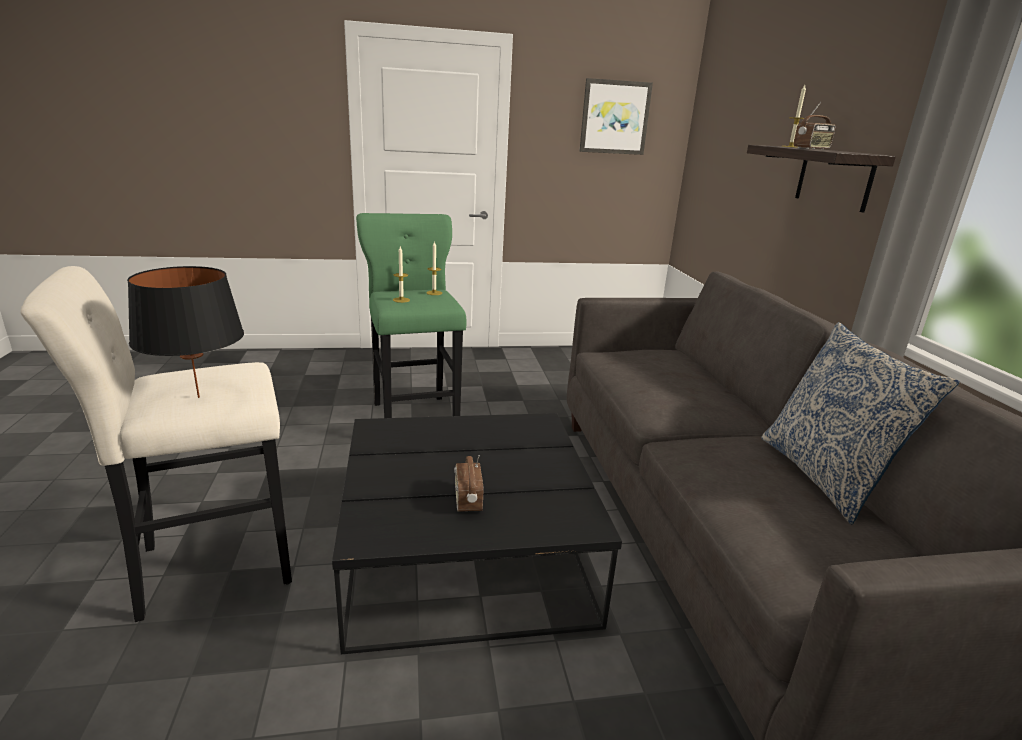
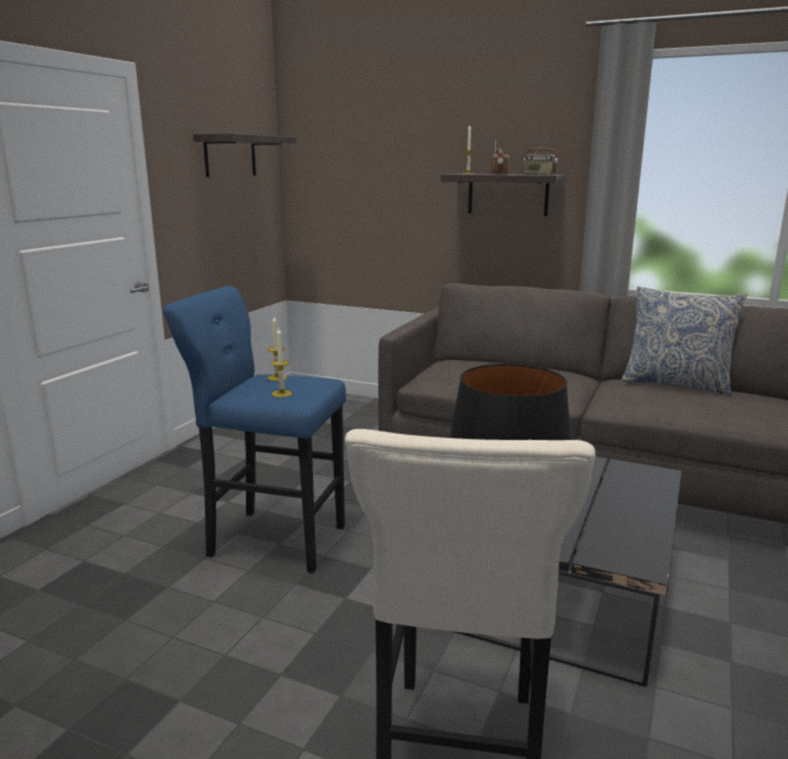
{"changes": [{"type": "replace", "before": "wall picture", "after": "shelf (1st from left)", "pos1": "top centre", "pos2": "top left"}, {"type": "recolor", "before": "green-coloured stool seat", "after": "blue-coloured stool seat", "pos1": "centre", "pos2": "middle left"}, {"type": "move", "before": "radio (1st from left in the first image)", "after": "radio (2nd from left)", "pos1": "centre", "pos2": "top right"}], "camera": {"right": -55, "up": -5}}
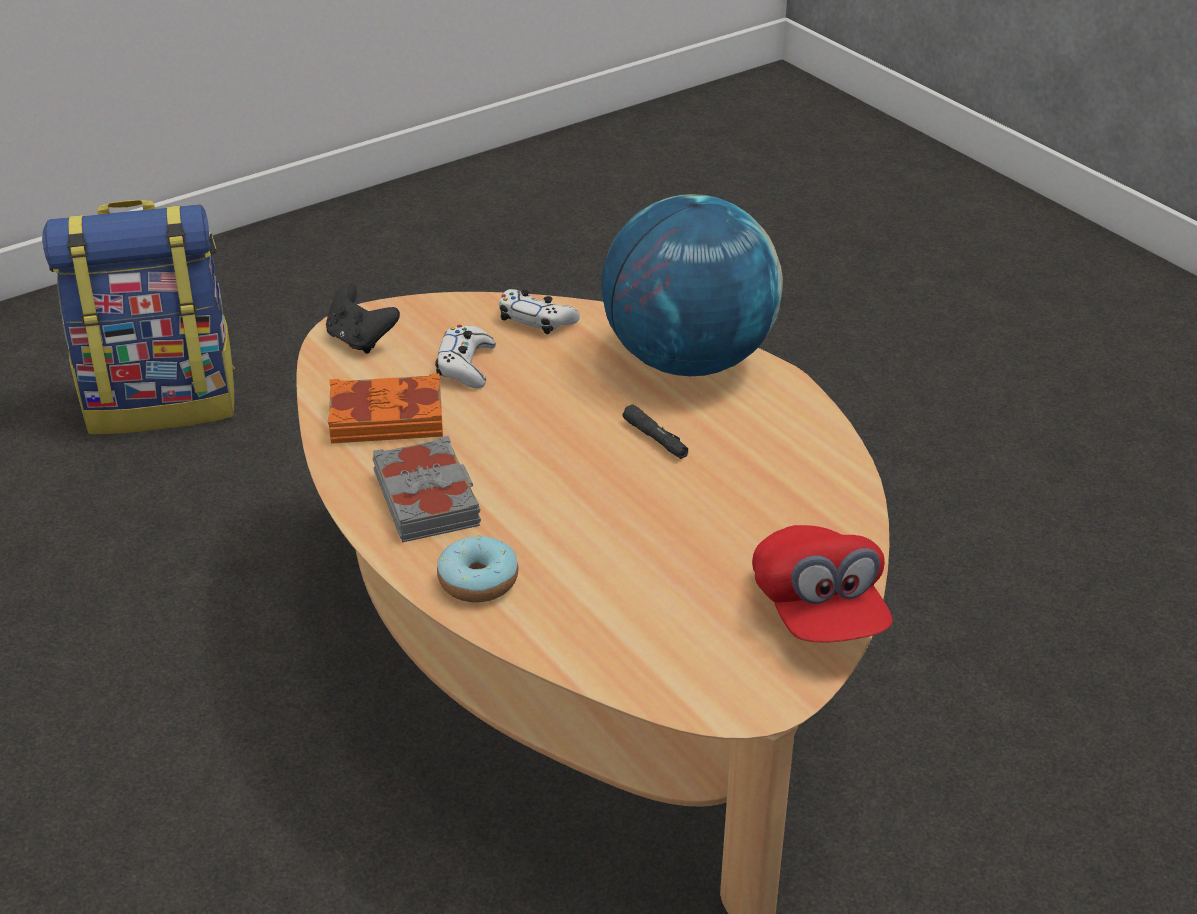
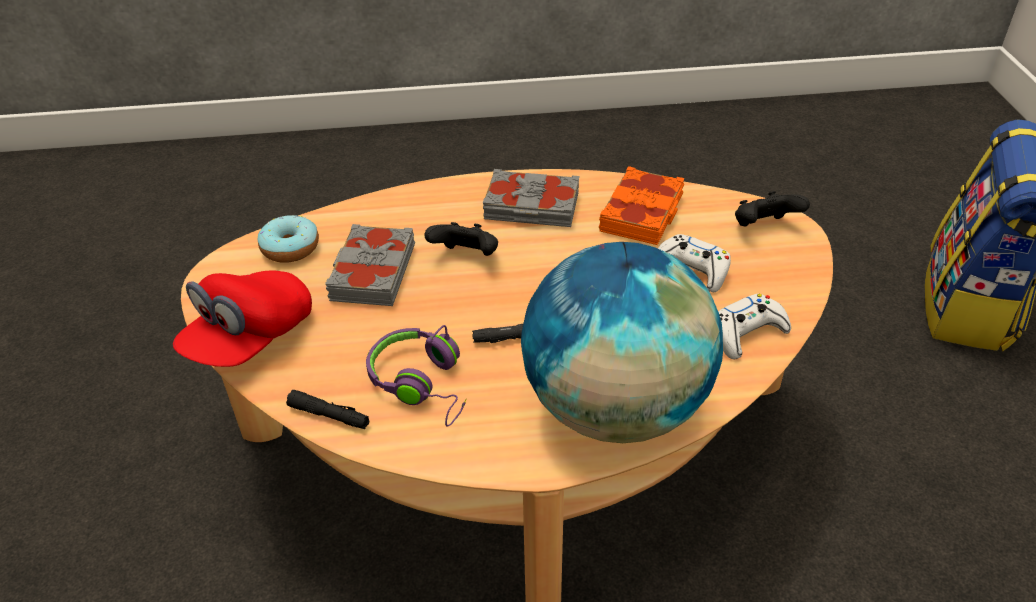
{"changes": [{"type": "rotate", "before": "reddish baseball cap", "pos1": "middle right", "pos2": "middle left", "turn": -75}, {"type": "move", "before": "donut", "pos1": "centre", "pos2": "middle left"}, {"type": "insert", "after": "blackish gamepad (1st from left)", "pos2": "centre"}, {"type": "insert", "after": "gray volume (1st from left)", "pos2": "centre"}, {"type": "insert", "after": "purple headphones", "pos2": "centre"}, {"type": "insert", "after": "blackish hand torch (1st from left)", "pos2": "bottom left"}], "camera": {"right": 120, "up": 5}}
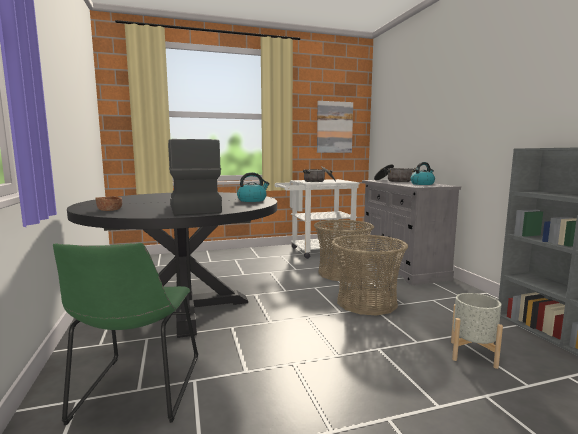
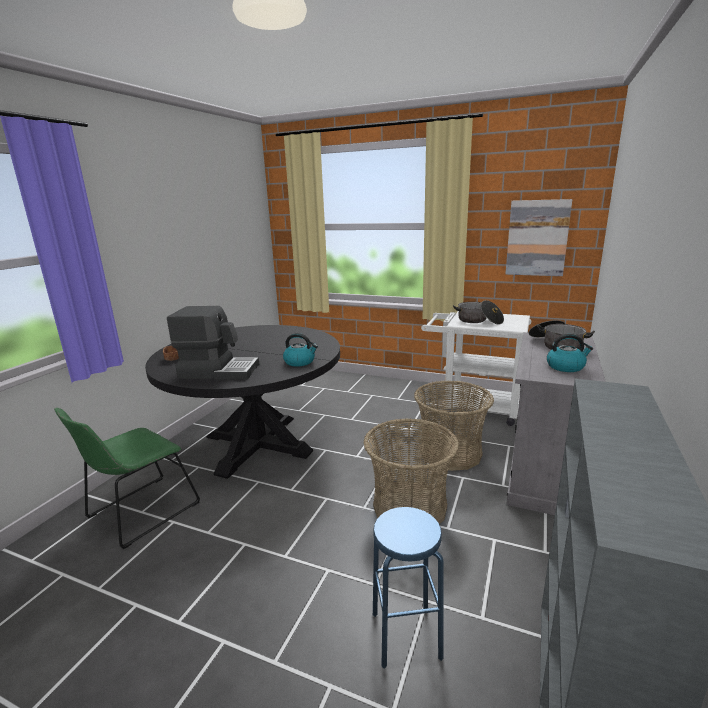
{"changes": [{"type": "rotate", "before": "coffee machine", "pos1": "centre", "pos2": "middle left", "turn": 75}, {"type": "replace", "before": "gray flower pot", "after": "blue-coloured stool seat", "pos1": "bottom right", "pos2": "bottom centre"}], "camera": {"right": 40, "up": 10}}
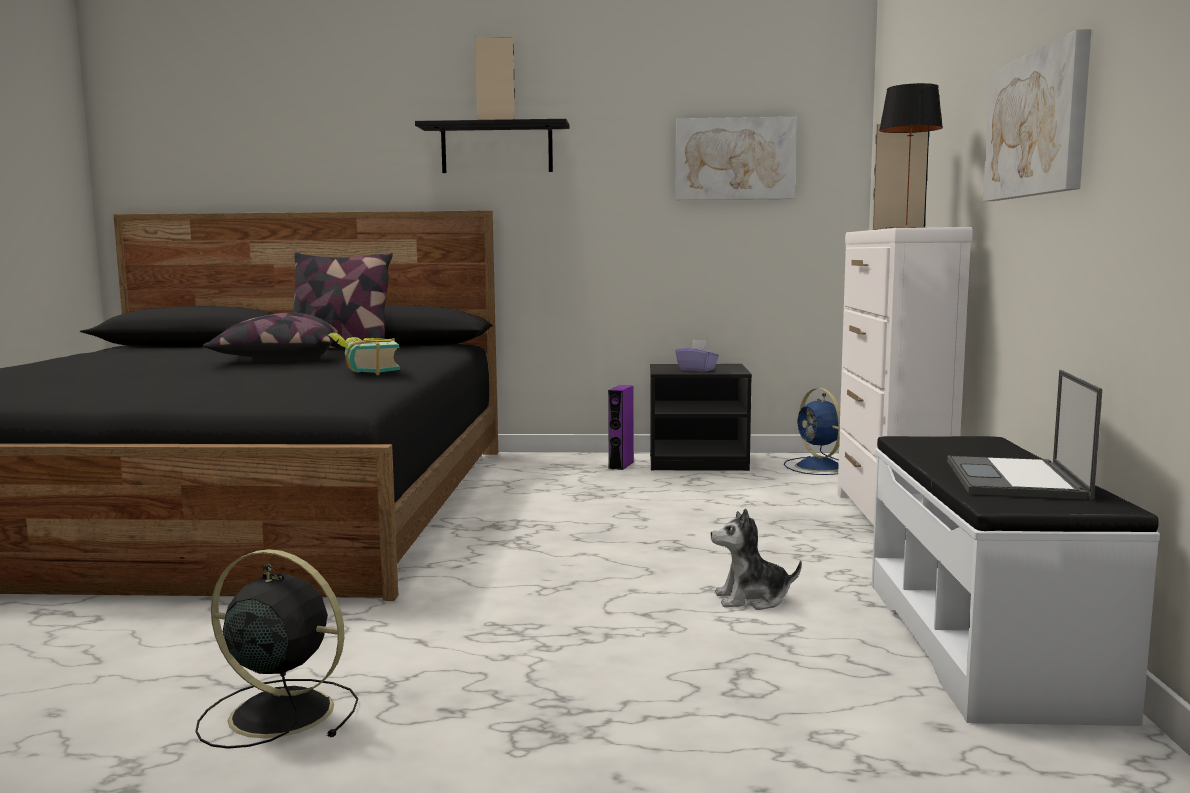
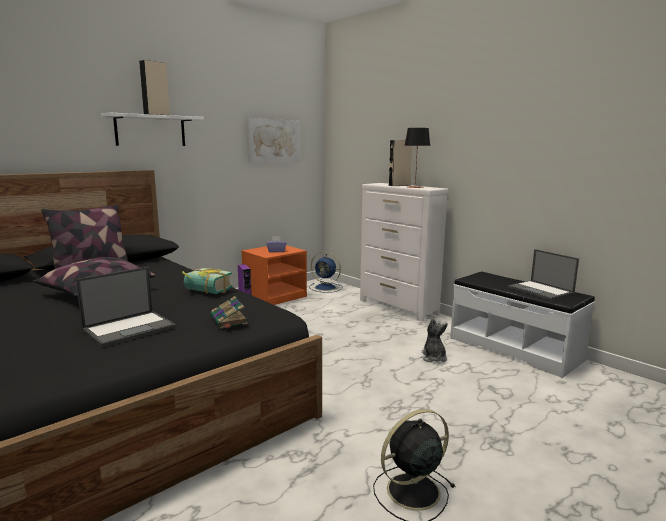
{"changes": [{"type": "delete", "before": "wall picture (2nd from left)", "pos1": "top right"}, {"type": "recolor", "before": "blackish shelf", "after": "white-coloured shelf", "pos1": "top centre", "pos2": "top left"}, {"type": "recolor", "before": "blackish bedside table", "after": "orange bedside table", "pos1": "centre", "pos2": "centre"}, {"type": "rotate", "before": "cuddly toy", "pos1": "bottom centre", "pos2": "centre", "turn": 135}, {"type": "insert", "after": "portable computer (1st from left)", "pos2": "middle left"}, {"type": "insert", "after": "volume (2nd from left)", "pos2": "centre"}], "camera": {"right": -45, "up": 5}}
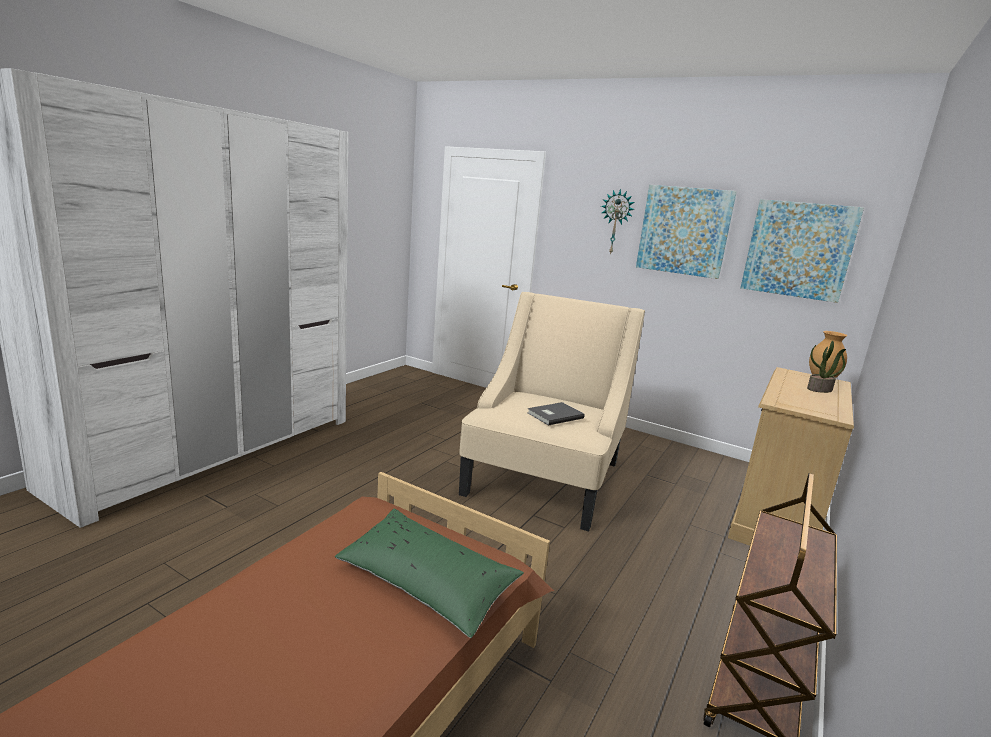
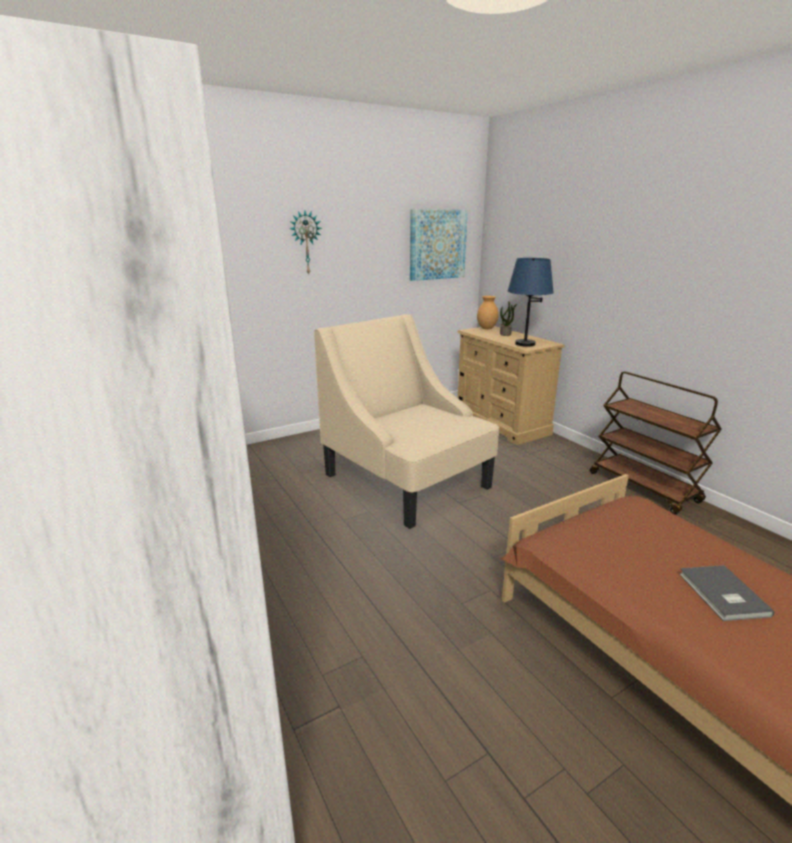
{"changes": [{"type": "delete", "before": "wall picture (1st from left)", "pos1": "top right"}, {"type": "move", "before": "gray volume", "pos1": "centre", "pos2": "bottom right"}, {"type": "delete", "before": "green-coloured pillow", "pos1": "bottom centre"}, {"type": "insert", "after": "blue-coloured table lamp", "pos2": "middle right"}], "camera": {"right": -60, "up": 5}}
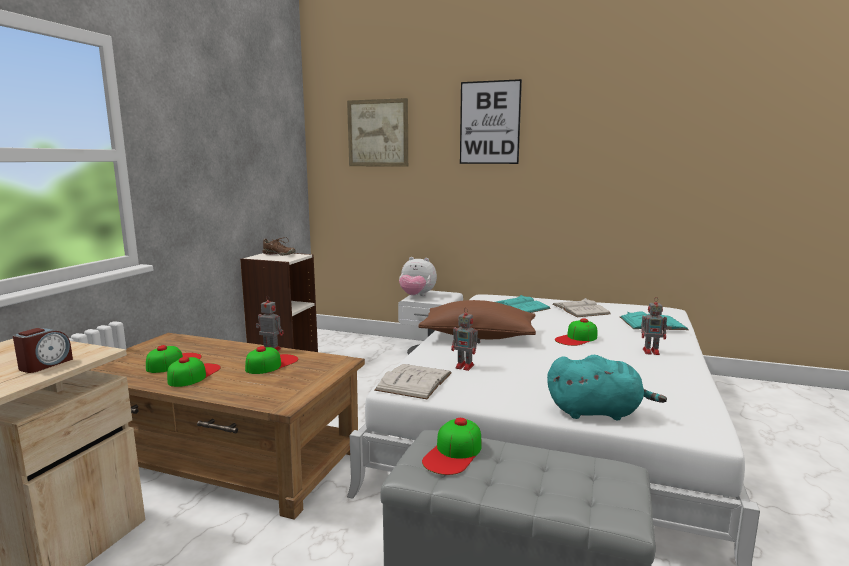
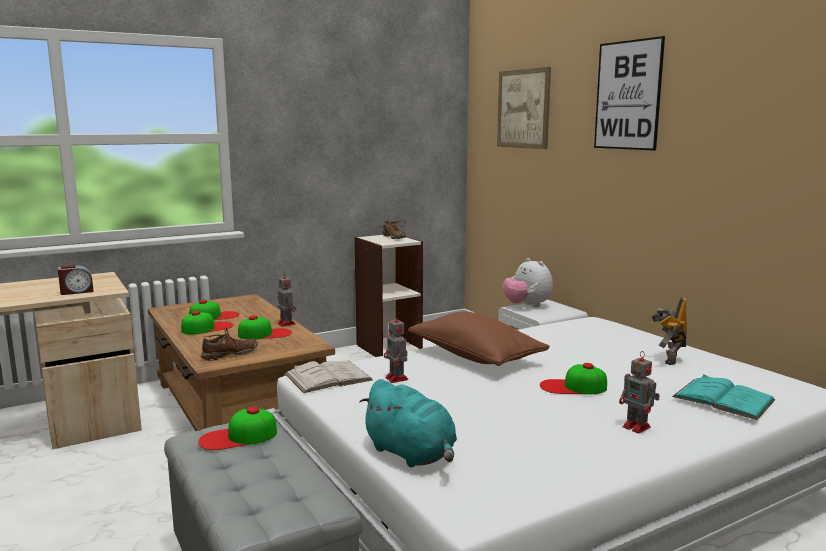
{"changes": [{"type": "delete", "before": "turquoise-coloured volume (1st from left)", "pos1": "centre"}, {"type": "replace", "before": "white-coloured volume (2nd from left)", "after": "model robot (4th from left)", "pos1": "middle right", "pos2": "middle right"}, {"type": "insert", "after": "brown-coloured low shoe (1st from left)", "pos2": "middle left"}], "camera": {"right": 40, "up": 0}}
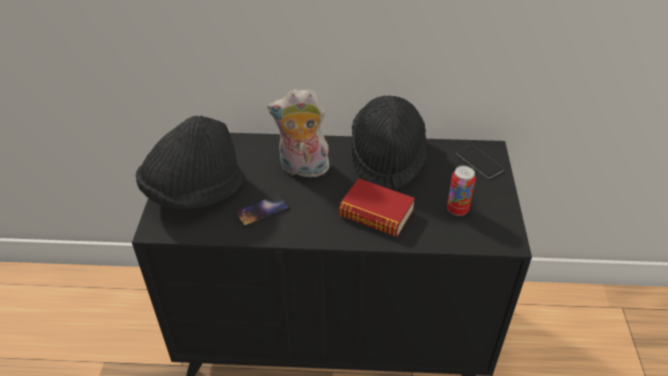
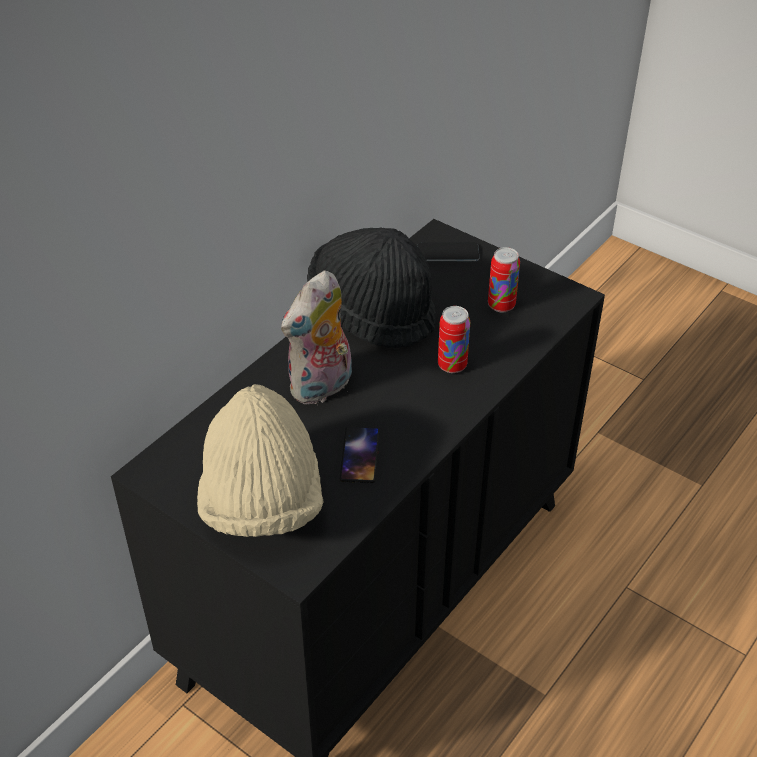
{"changes": [{"type": "recolor", "before": "blackish hat (1st from left)", "after": "sand-coloured hat", "pos1": "middle left", "pos2": "centre"}, {"type": "replace", "before": "volume", "after": "metal can (1st from left)", "pos1": "centre", "pos2": "centre"}], "camera": {"right": -55, "up": 0}}
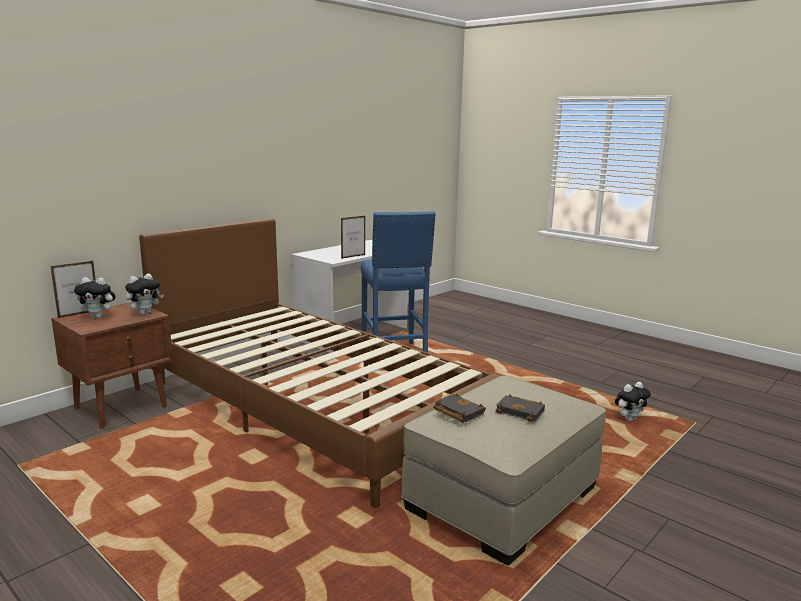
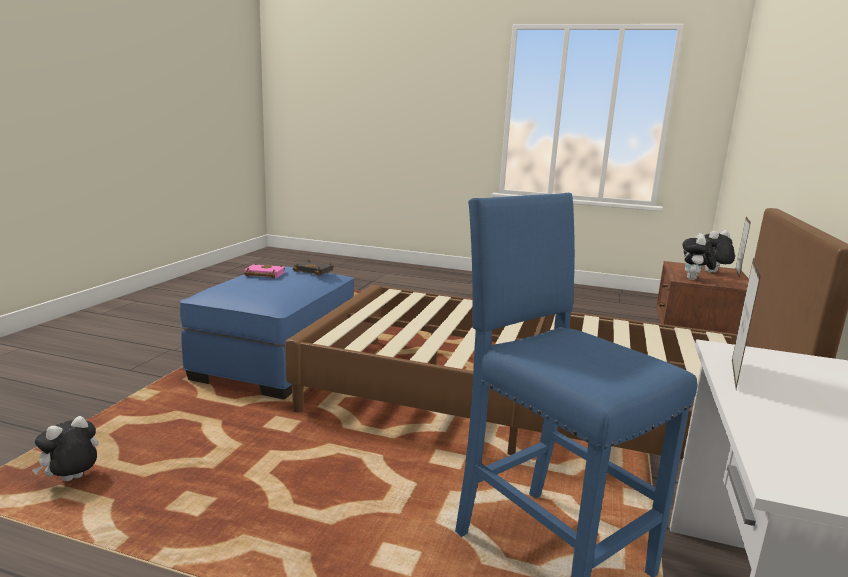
{"changes": [{"type": "recolor", "before": "sand-coloured footrest", "after": "blue-coloured footrest", "pos1": "bottom centre", "pos2": "middle left"}, {"type": "recolor", "before": "blackish volume (2nd from left)", "after": "pinkish volume", "pos1": "bottom centre", "pos2": "middle left"}], "camera": {"right": 155, "up": 0}}
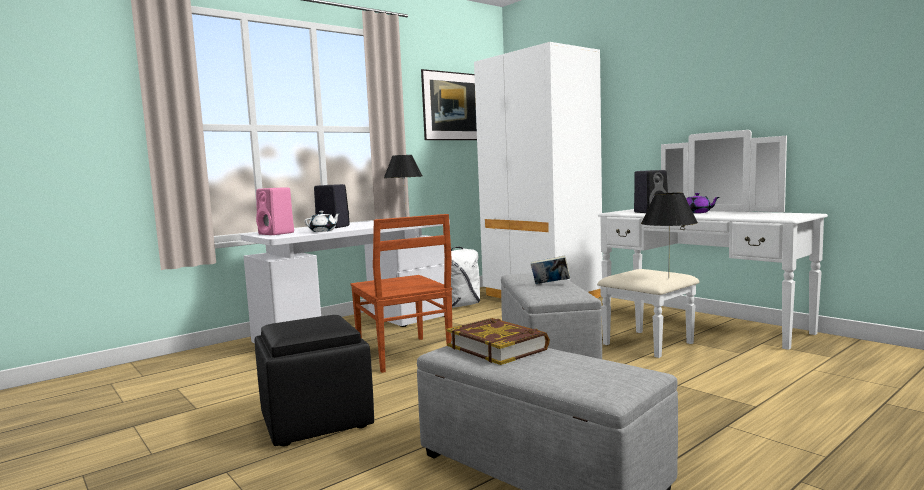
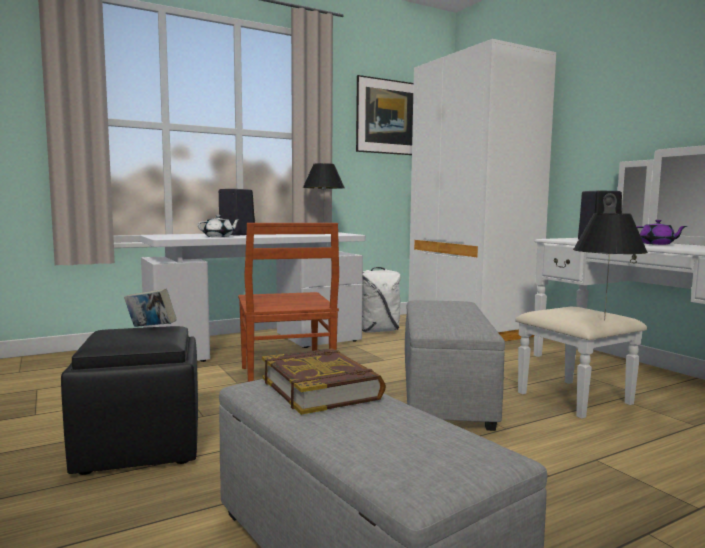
{"changes": [{"type": "delete", "before": "pinkish speaker", "pos1": "middle left"}, {"type": "move", "before": "volume (2nd from left in the first image)", "after": "volume (1st from left)", "pos1": "centre", "pos2": "middle left"}], "camera": {"right": 10, "up": 0}}
